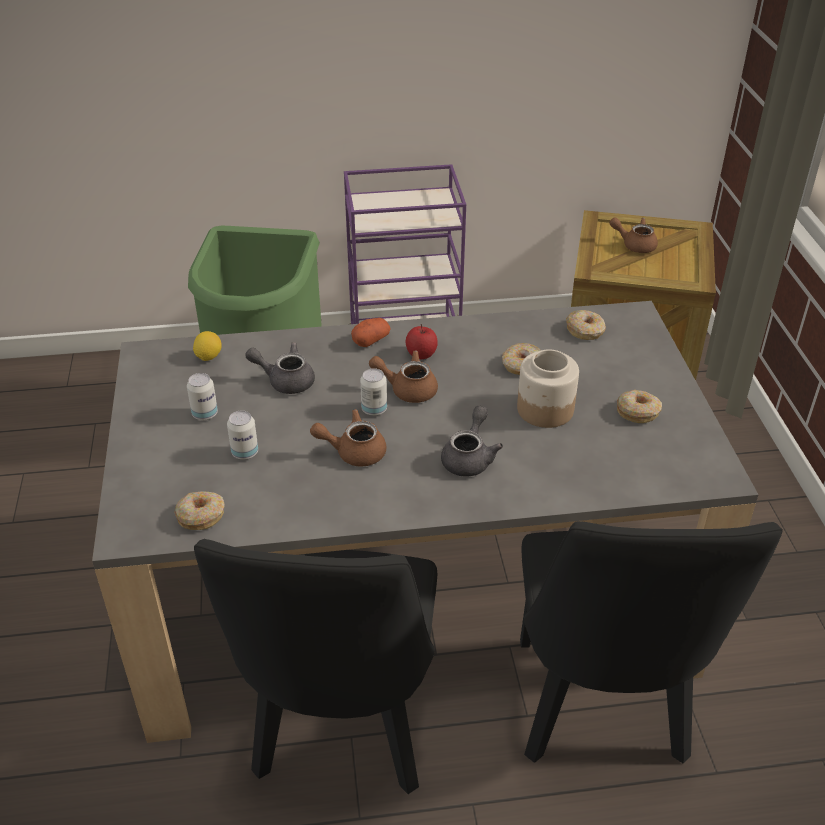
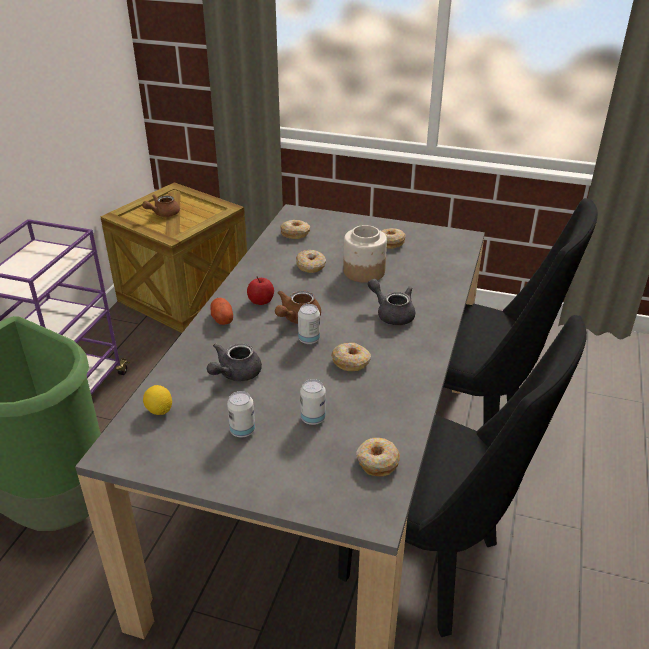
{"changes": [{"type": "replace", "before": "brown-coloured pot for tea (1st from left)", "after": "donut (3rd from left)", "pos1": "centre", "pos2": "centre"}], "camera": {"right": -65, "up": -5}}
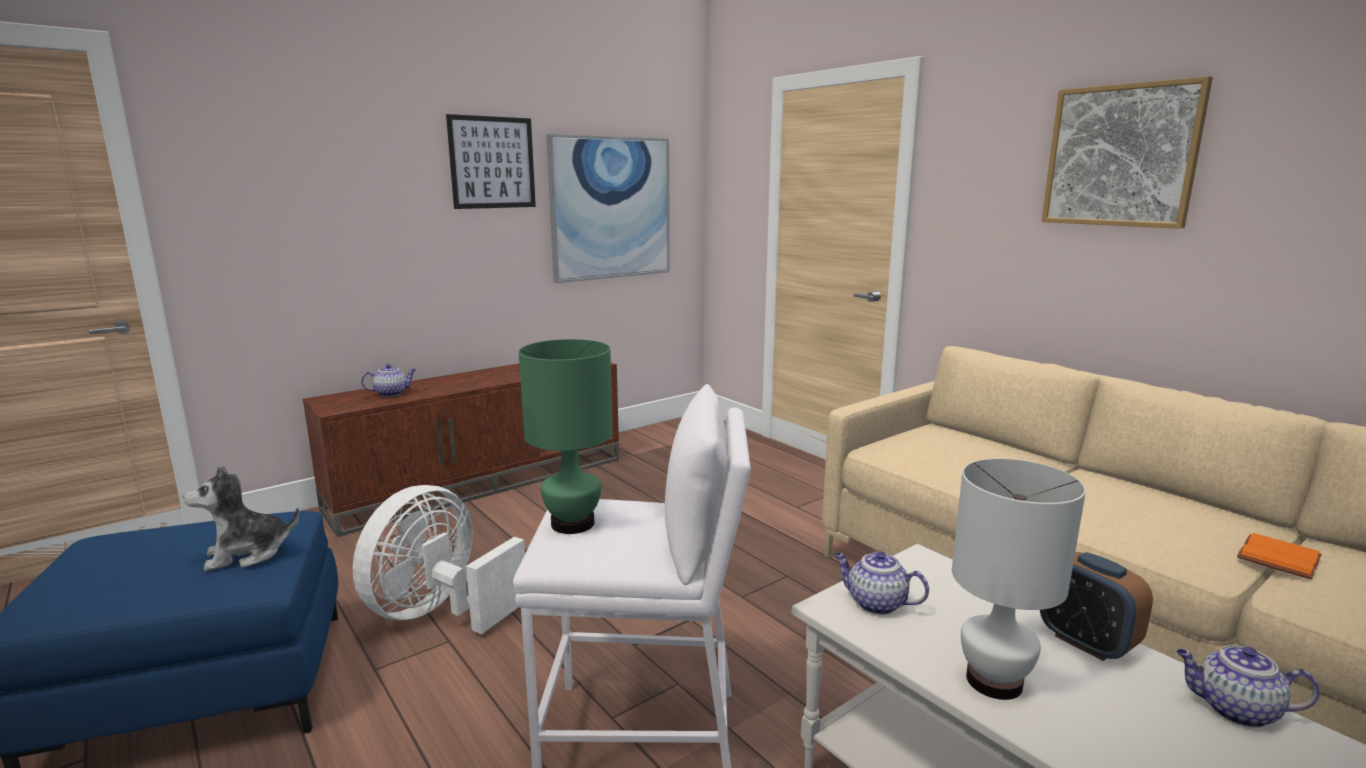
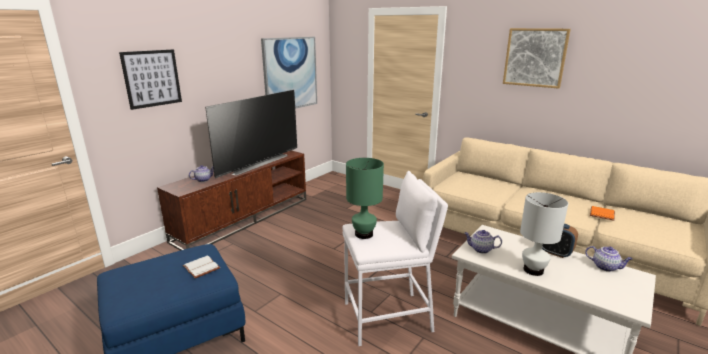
{"changes": [{"type": "move", "before": "wall picture (1st from left)", "pos1": "top centre", "pos2": "top left"}, {"type": "replace", "before": "cuddly toy", "after": "white-coloured volume", "pos1": "bottom left", "pos2": "bottom left"}, {"type": "delete", "before": "white-coloured cooling fan", "pos1": "bottom left"}, {"type": "rotate", "before": "pot for tea (3rd from left)", "pos1": "bottom right", "pos2": "bottom right", "turn": -150}, {"type": "insert", "after": "TV", "pos2": "centre"}], "camera": {"right": -15, "up": 5}}
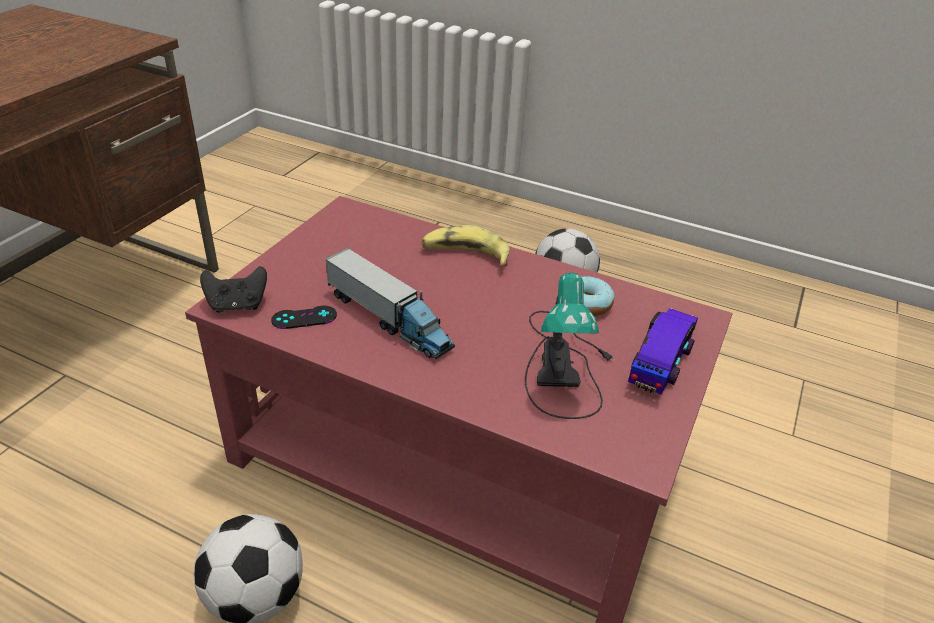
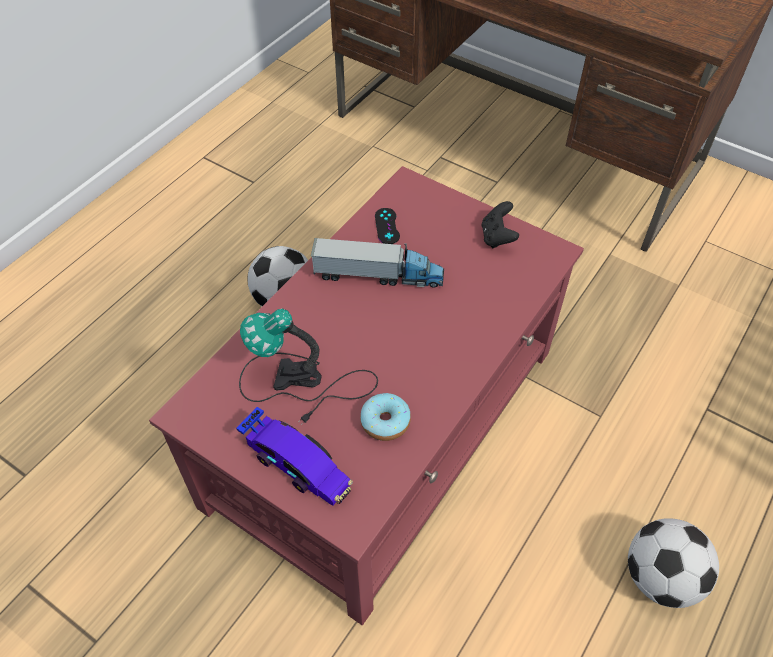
{"changes": [{"type": "delete", "before": "whole banana", "pos1": "centre"}, {"type": "rotate", "before": "model truck", "pos1": "centre", "pos2": "centre", "turn": -135}, {"type": "move", "before": "blackish gamepad (1st from left in the first image)", "after": "blackish gamepad (2nd from left)", "pos1": "middle left", "pos2": "centre"}], "camera": {"right": 100, "up": 15}}
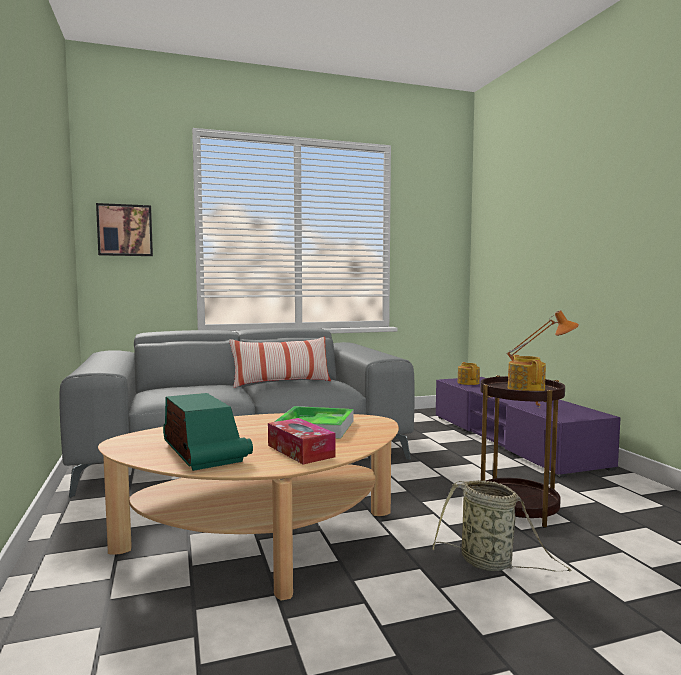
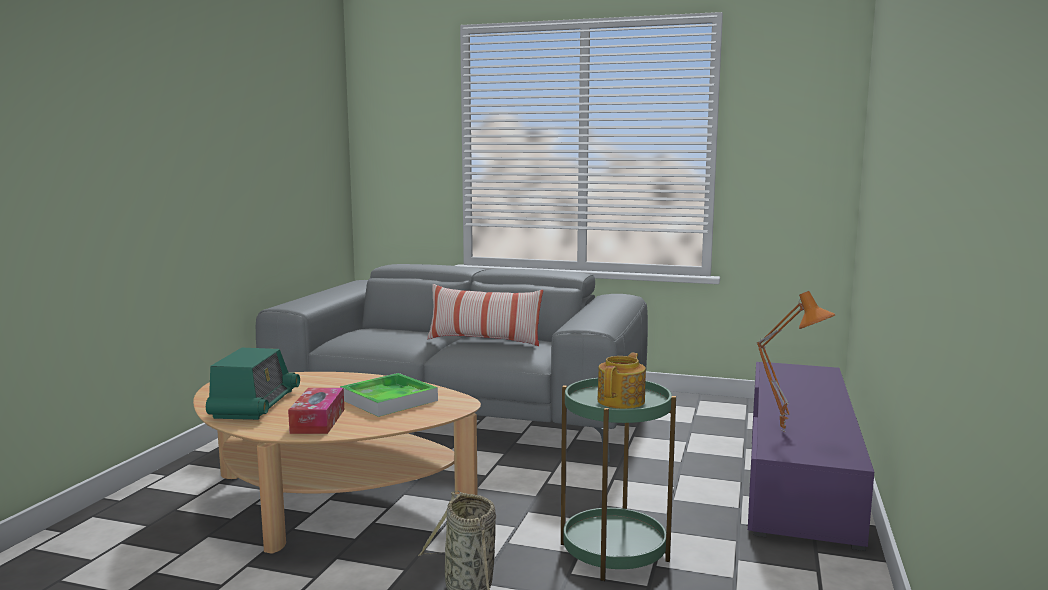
{"changes": [{"type": "delete", "before": "wall picture", "pos1": "middle left"}, {"type": "delete", "before": "pot for tea (1st from left)", "pos1": "middle right"}, {"type": "recolor", "before": "brown-coloured end table", "after": "green-coloured end table", "pos1": "bottom right", "pos2": "bottom centre"}], "camera": {"right": 35, "up": 5}}
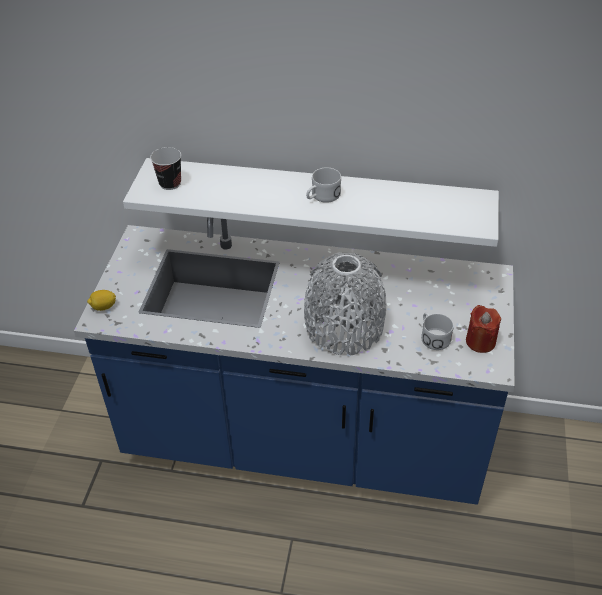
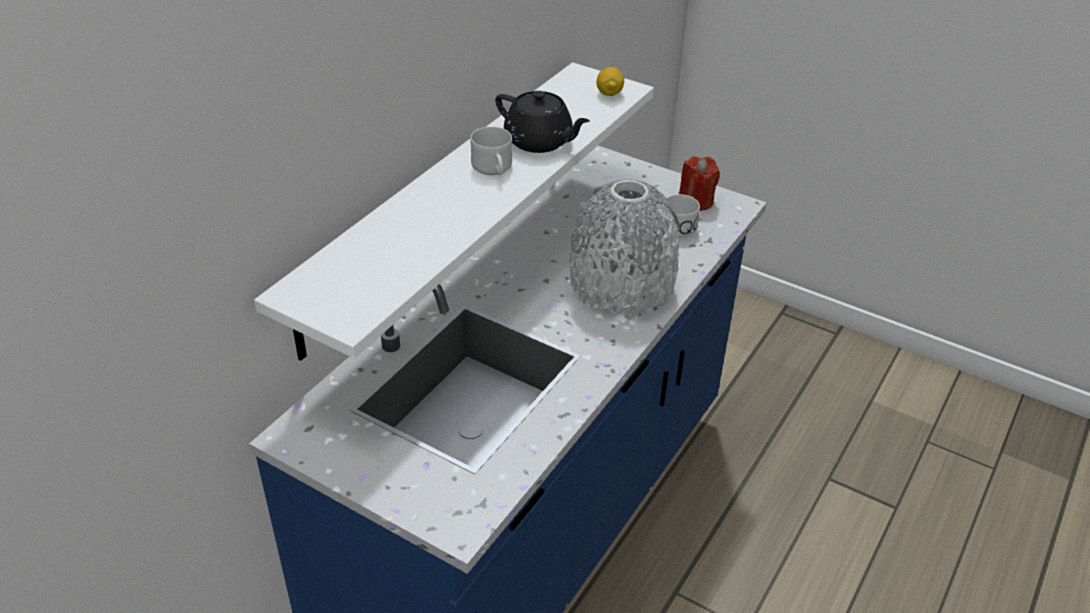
{"changes": [{"type": "delete", "before": "small cup", "pos1": "top left"}, {"type": "move", "before": "lemon", "pos1": "middle left", "pos2": "top centre"}, {"type": "insert", "after": "blackish pot for tea", "pos2": "top centre"}], "camera": {"right": -70, "up": -5}}
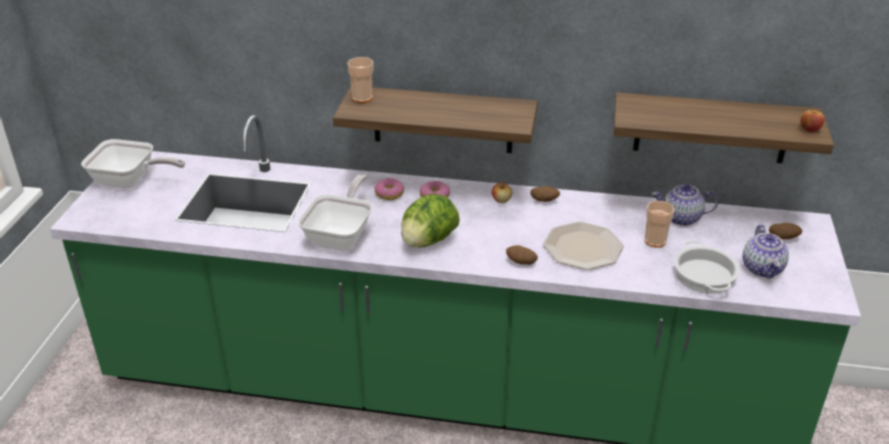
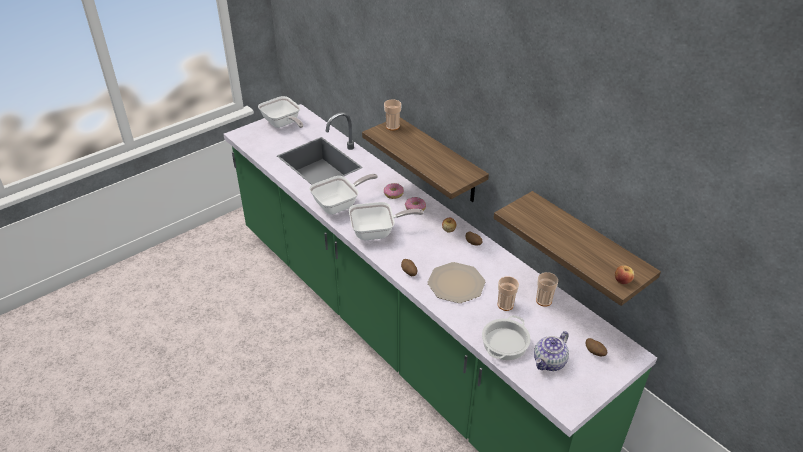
{"changes": [{"type": "replace", "before": "pot for tea (1st from left)", "after": "small cup (3rd from left)", "pos1": "middle right", "pos2": "middle right"}, {"type": "replace", "before": "head of lettuce", "after": "pan (3rd from left)", "pos1": "centre", "pos2": "centre"}], "camera": {"right": 40, "up": 5}}
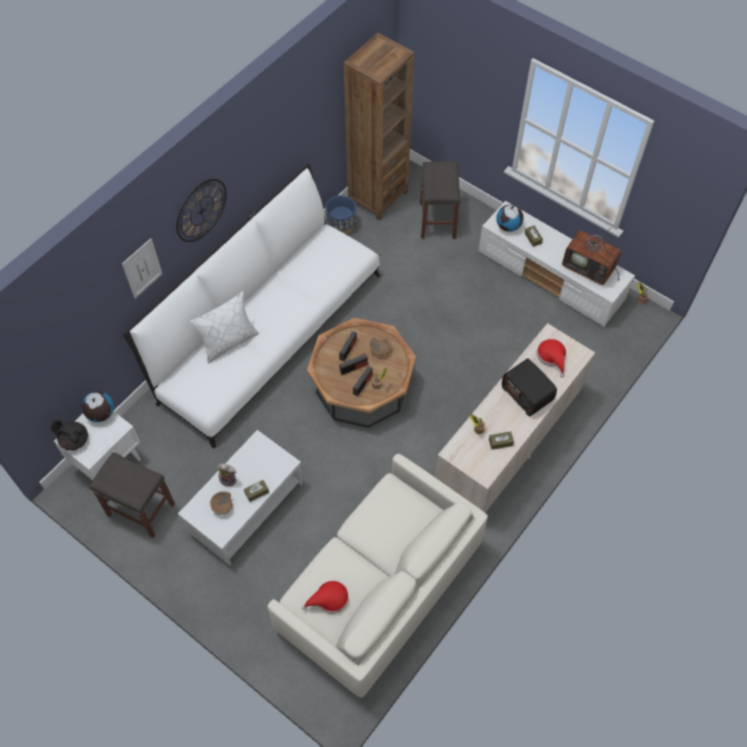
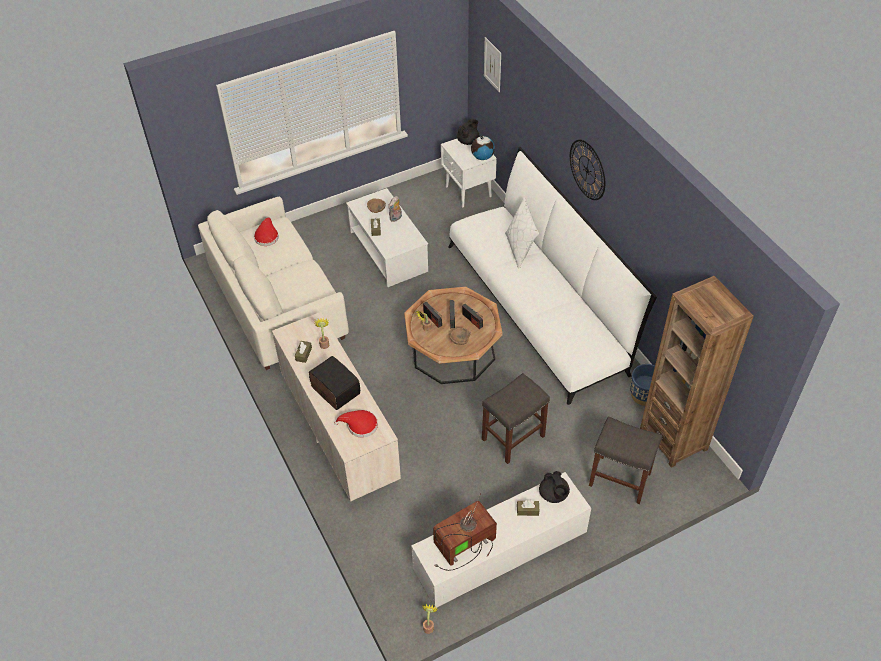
{"changes": [{"type": "replace", "before": "world globe (2nd from left)", "after": "blackish pot for tea (2nd from left)", "pos1": "top right", "pos2": "bottom centre"}, {"type": "move", "before": "wall picture", "pos1": "middle left", "pos2": "top centre"}, {"type": "rotate", "before": "radio (4th from left in the first image)", "pos1": "middle right", "pos2": "centre", "turn": 60}, {"type": "move", "before": "gray stool seat (1st from left)", "pos1": "middle left", "pos2": "centre"}], "camera": {"right": 115, "up": -10}}
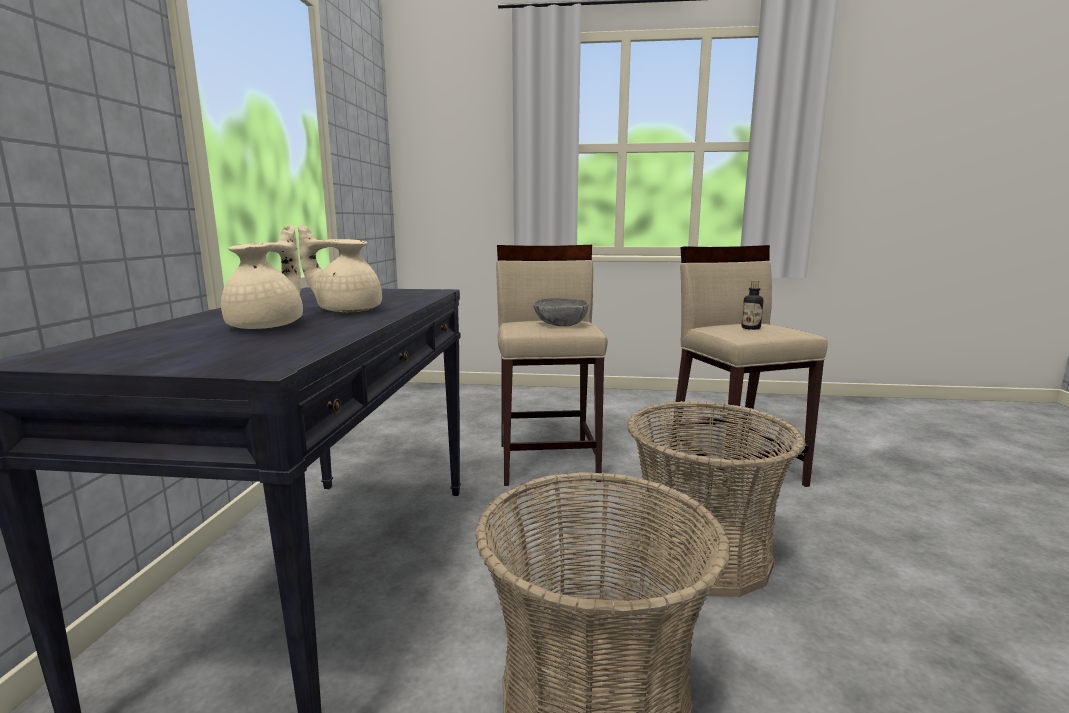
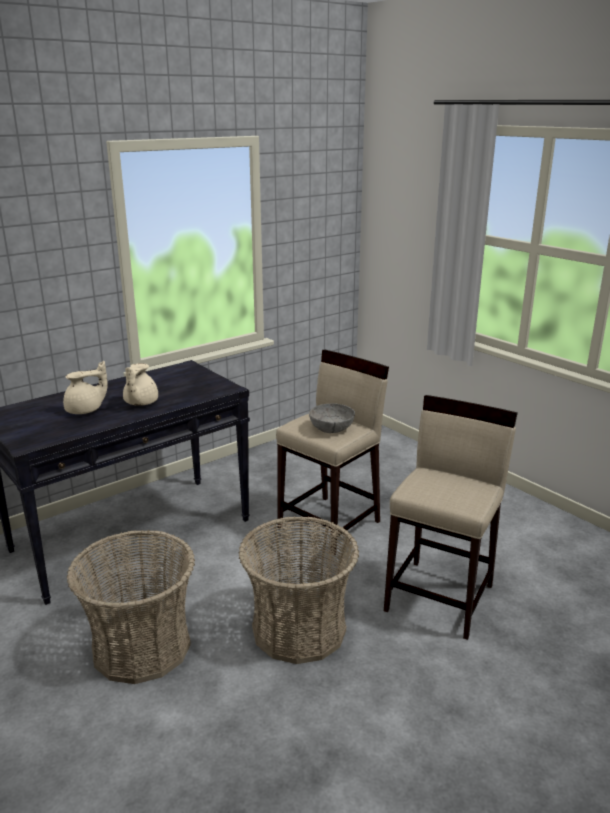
{"changes": [{"type": "rotate", "before": "sand-coloured pot for tea (2nd from left)", "pos1": "middle left", "pos2": "middle left", "turn": -135}, {"type": "delete", "before": "bottle", "pos1": "middle right"}], "camera": {"right": 45, "up": 10}}
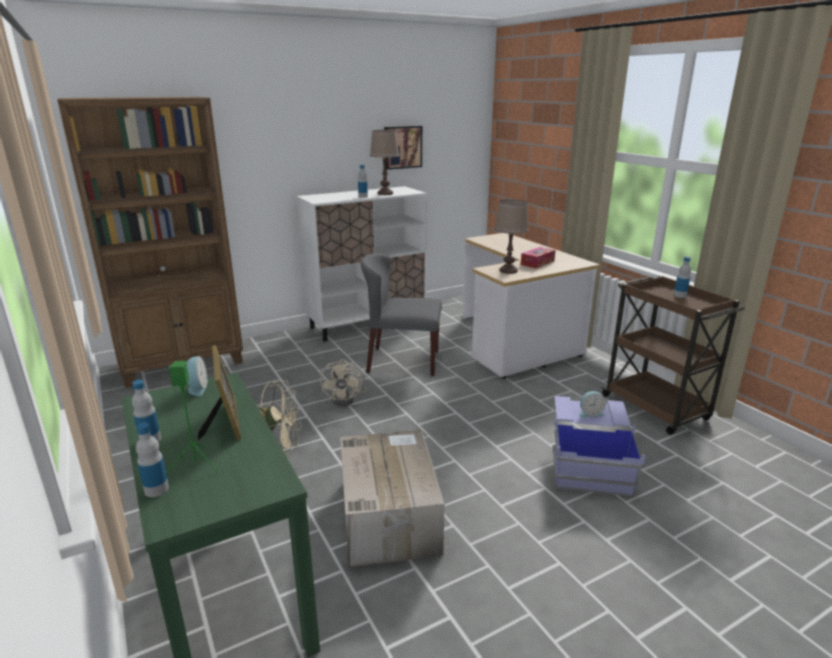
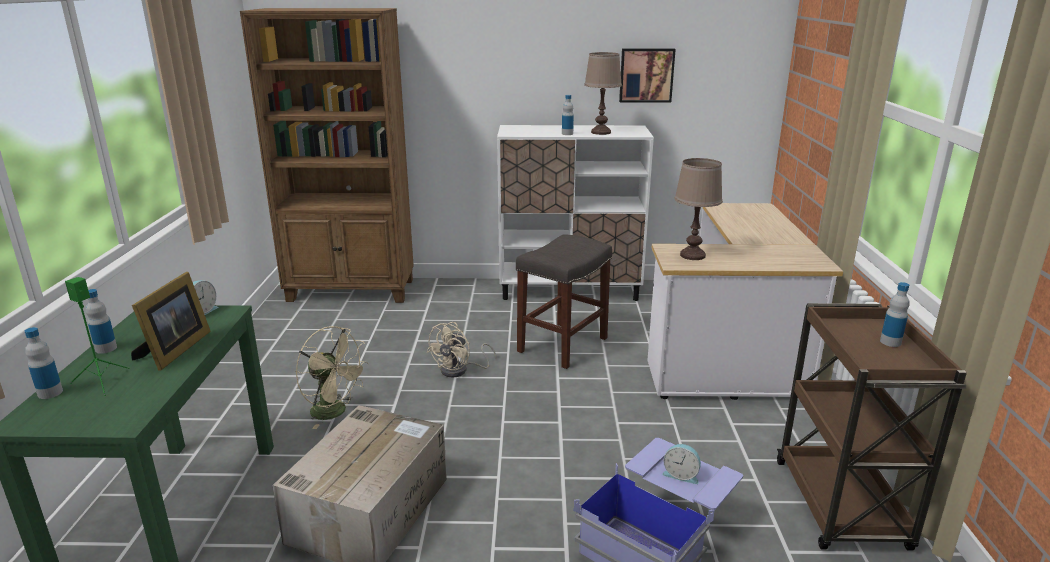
{"changes": [{"type": "delete", "before": "tissue holder", "pos1": "centre"}, {"type": "replace", "before": "gray chair", "after": "gray stool seat", "pos1": "centre", "pos2": "centre"}], "camera": {"right": 30, "up": 0}}
